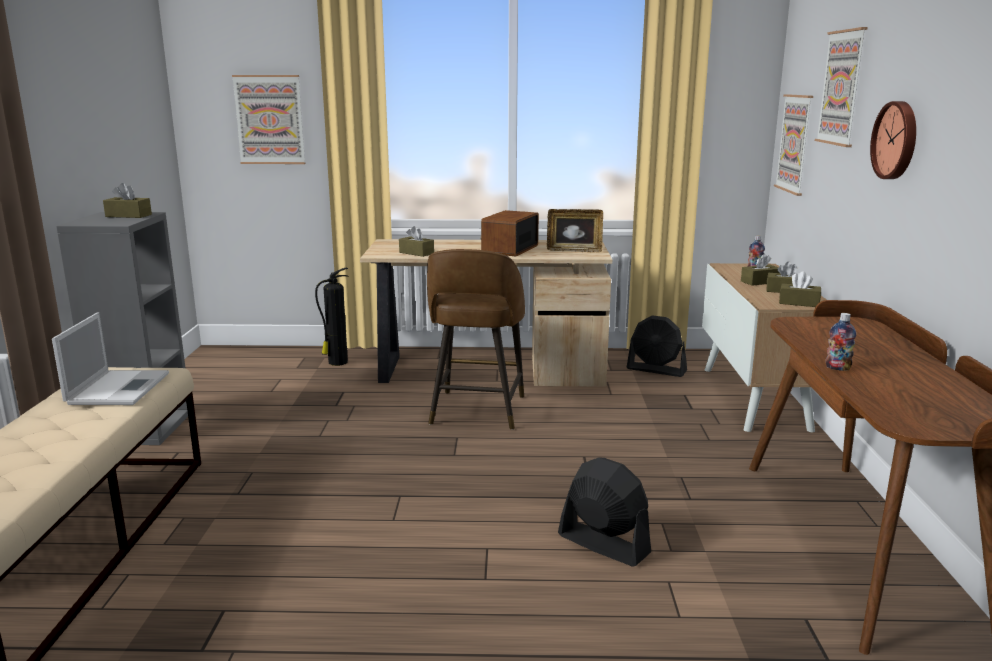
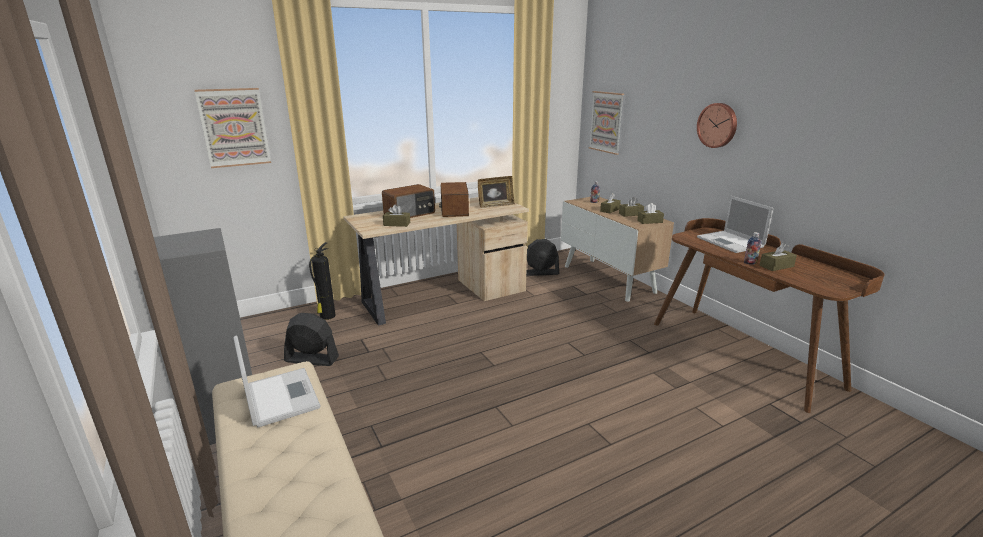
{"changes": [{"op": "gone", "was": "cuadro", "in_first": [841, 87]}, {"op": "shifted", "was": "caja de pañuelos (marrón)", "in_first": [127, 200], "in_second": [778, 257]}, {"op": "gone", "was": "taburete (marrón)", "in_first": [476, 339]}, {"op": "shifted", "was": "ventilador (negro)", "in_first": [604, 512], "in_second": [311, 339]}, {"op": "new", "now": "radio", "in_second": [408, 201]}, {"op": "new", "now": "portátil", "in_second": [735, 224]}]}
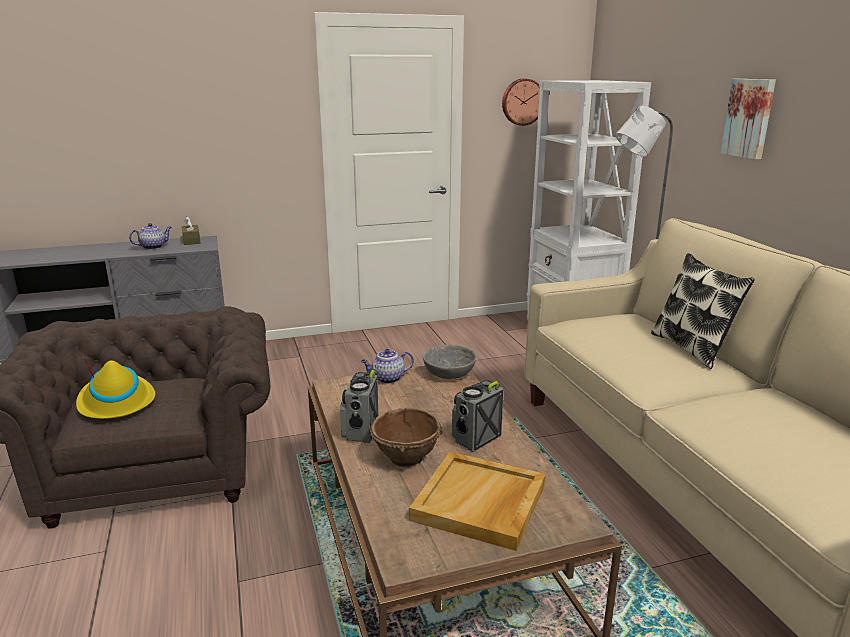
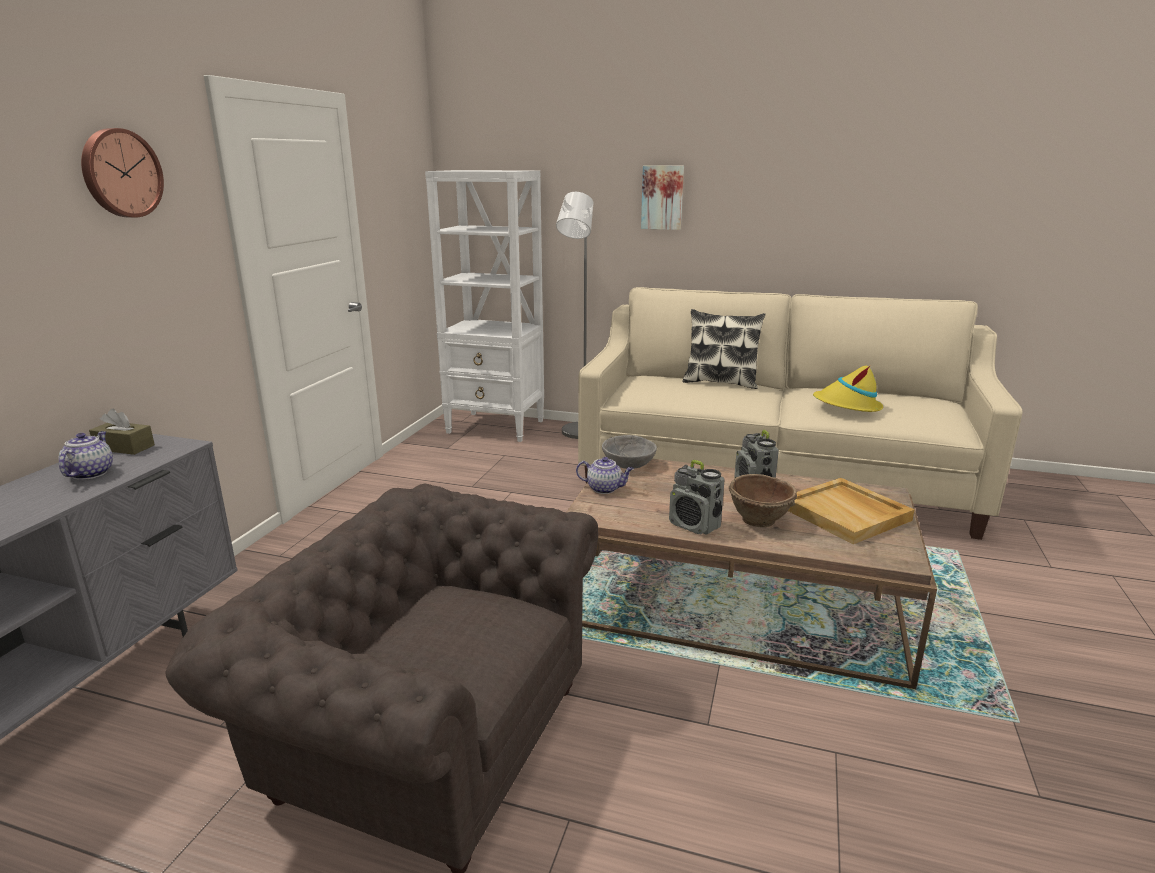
{"changes": [{"op": "shifted", "was": "reloj de pared", "in_first": [521, 102], "in_second": [122, 173]}, {"op": "rotated", "was": "tetera", "in_first": [387, 366], "in_second": [605, 475], "clockwise": -90}, {"op": "shifted", "was": "sombrero (amarillo)", "in_first": [115, 389], "in_second": [848, 388]}]}
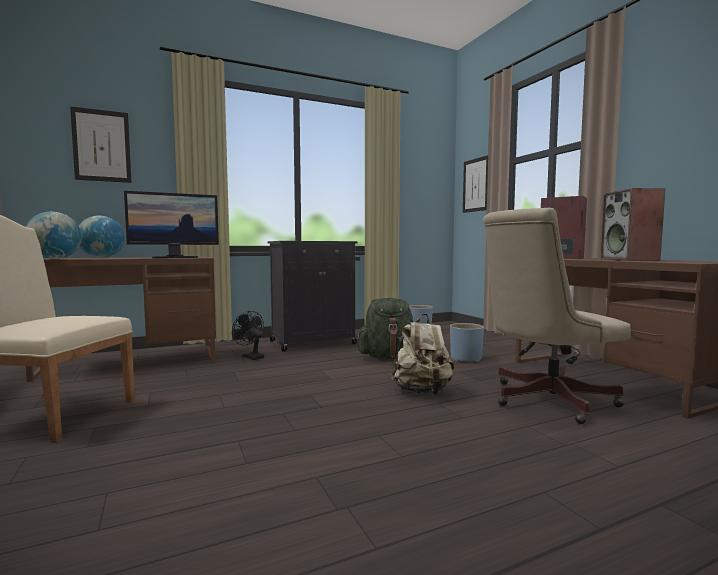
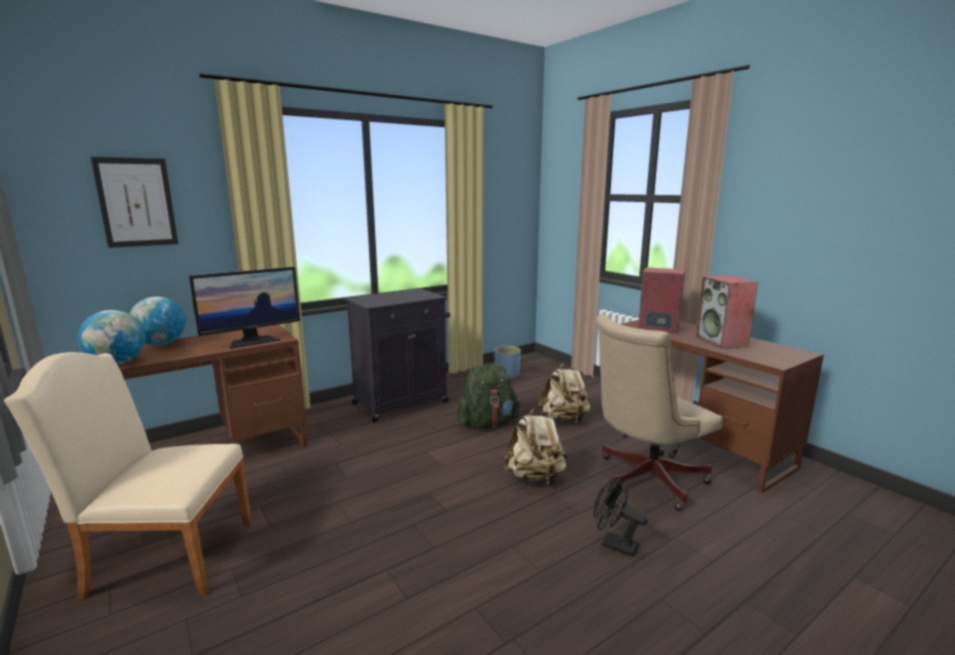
{"changes": [{"op": "gone", "was": "cuadro", "in_first": [475, 184]}, {"op": "shifted", "was": "ventilador (negro)", "in_first": [248, 335], "in_second": [620, 517]}, {"op": "swapped", "was": "maceta (azul)", "now": "mochila (beis)", "in_first": [467, 342], "in_second": [564, 393]}]}
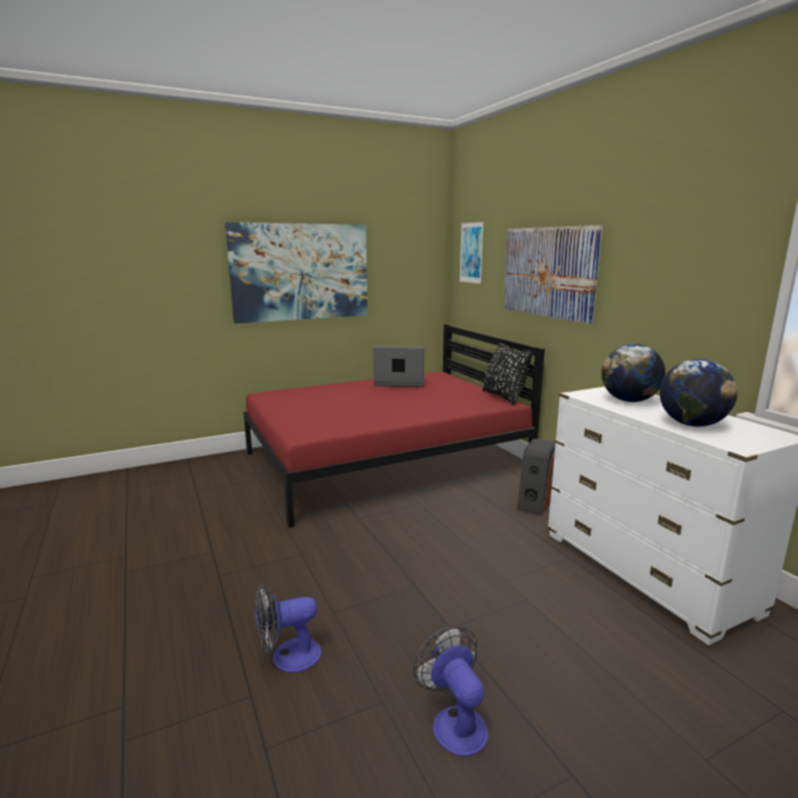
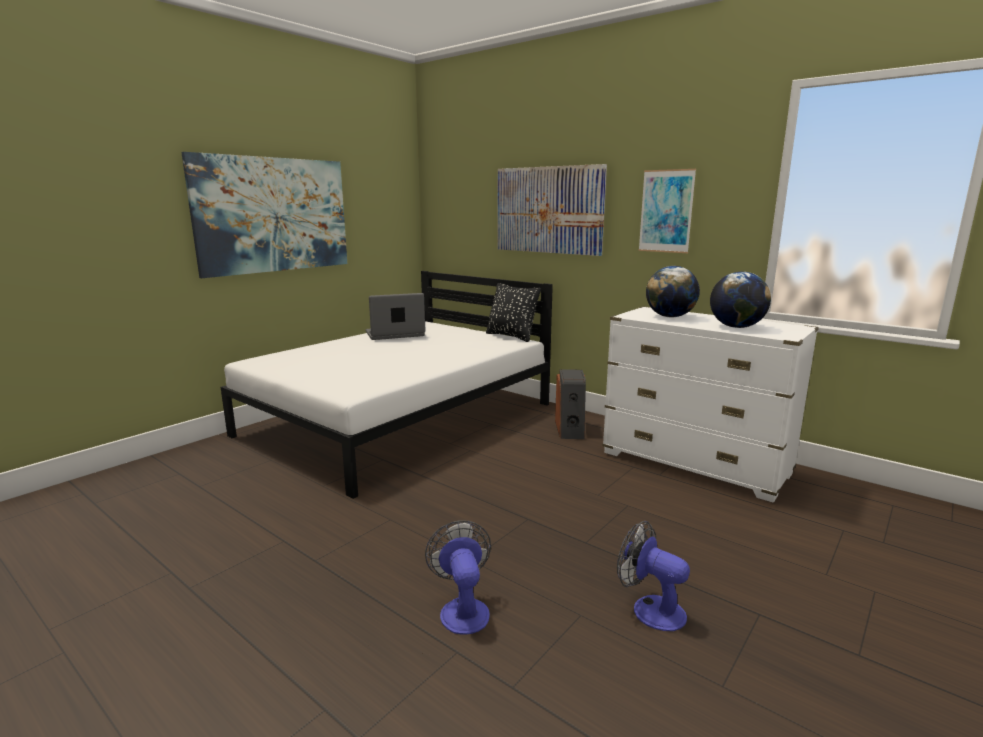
{"changes": [{"op": "shifted", "was": "cuadro", "in_first": [471, 252], "in_second": [667, 211]}, {"op": "repainted", "was": "cama (rojo)", "now": "cama (blanco)", "in_first": [394, 426], "in_second": [387, 385]}, {"op": "rotated", "was": "ventilador", "in_first": [288, 628], "in_second": [458, 577], "clockwise": 120}]}
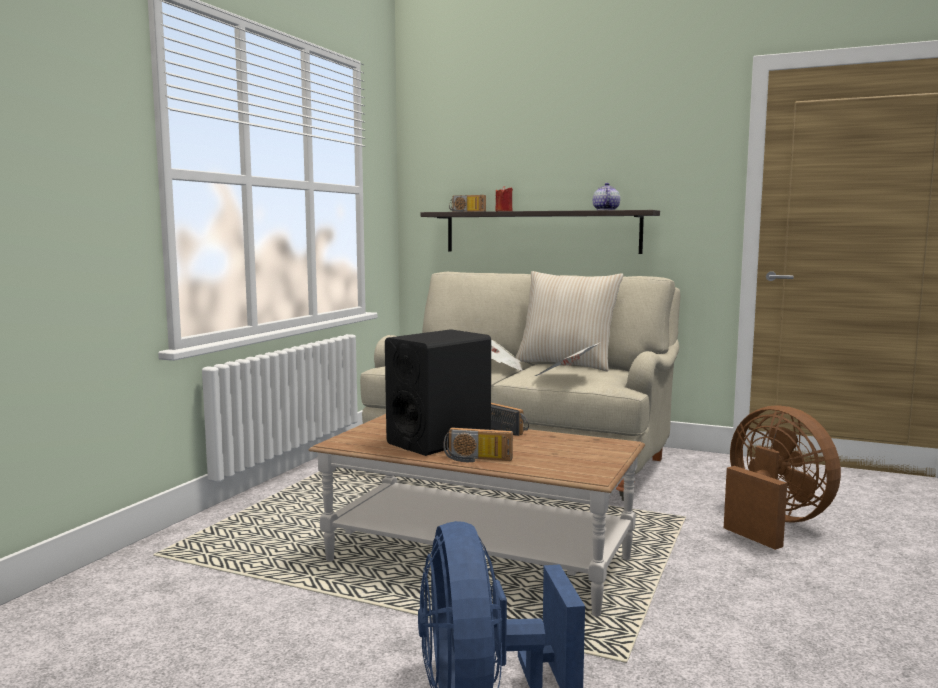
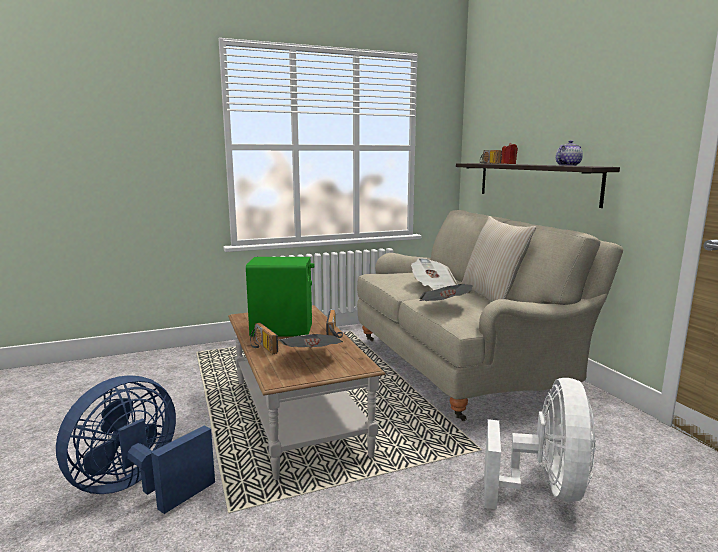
{"changes": [{"op": "repainted", "was": "altavoz (negro)", "now": "altavoz (verde)", "in_first": [438, 392], "in_second": [280, 296]}, {"op": "repainted", "was": "ventilador (marrón)", "now": "ventilador (blanco)", "in_first": [782, 477], "in_second": [540, 444]}, {"op": "new", "now": "periódico", "in_second": [311, 341]}]}
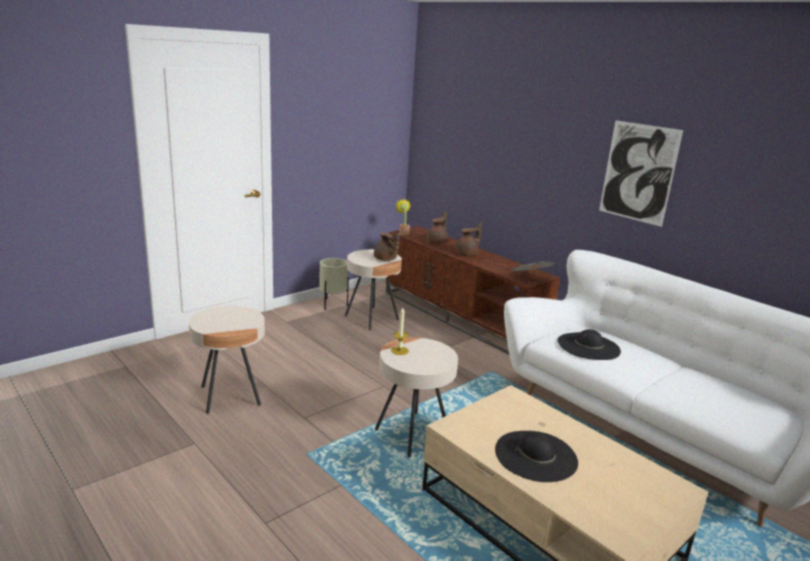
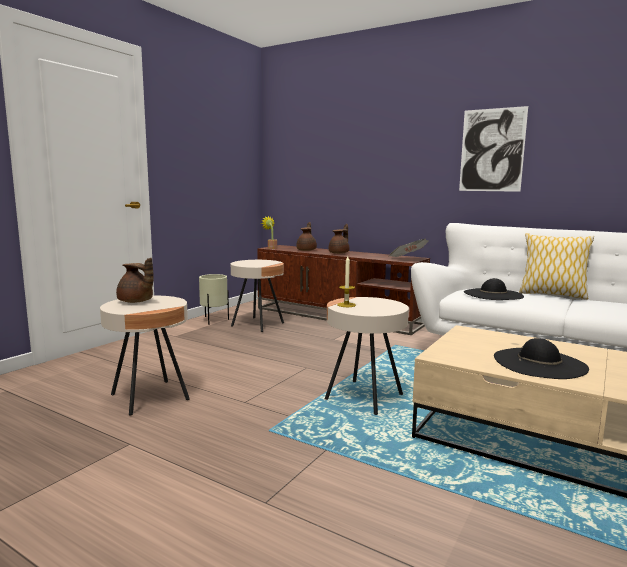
{"changes": [{"op": "shifted", "was": "tetera (marrón)", "in_first": [387, 247], "in_second": [134, 280]}, {"op": "new", "now": "cojín", "in_second": [556, 266]}]}
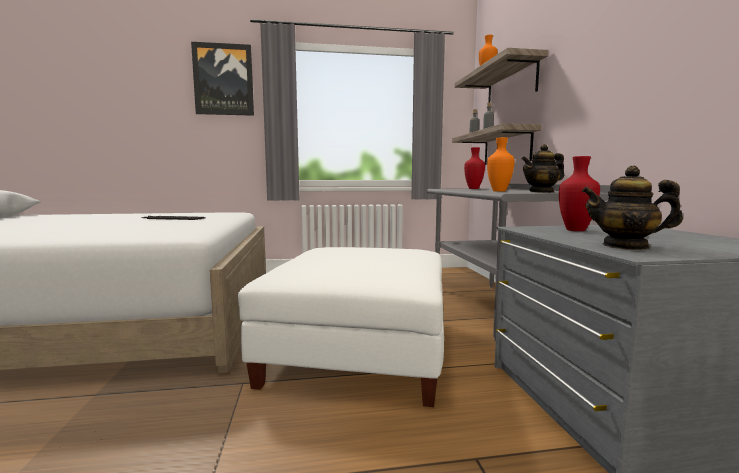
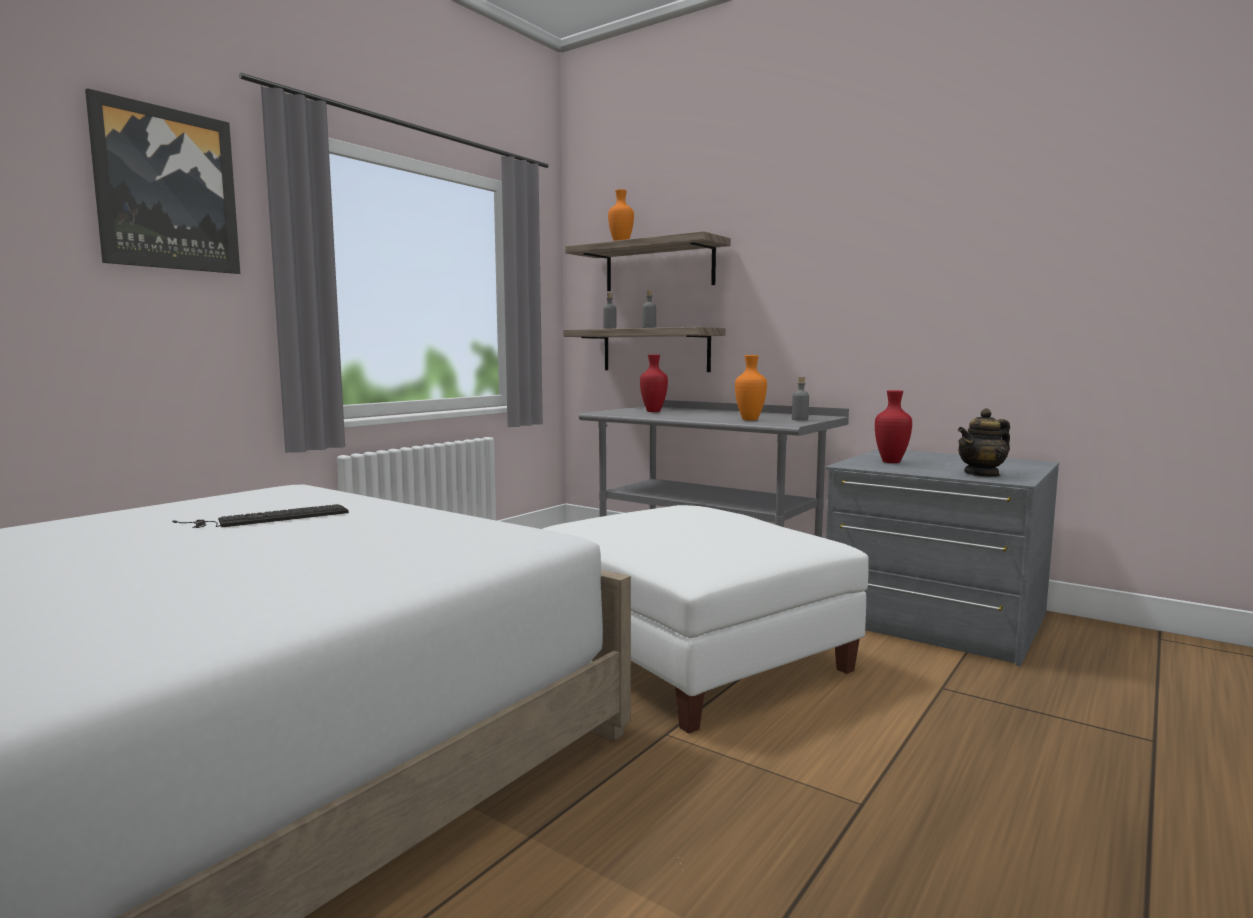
{"changes": [{"op": "swapped", "was": "tetera", "now": "botella (gris)", "in_first": [543, 168], "in_second": [800, 399]}]}
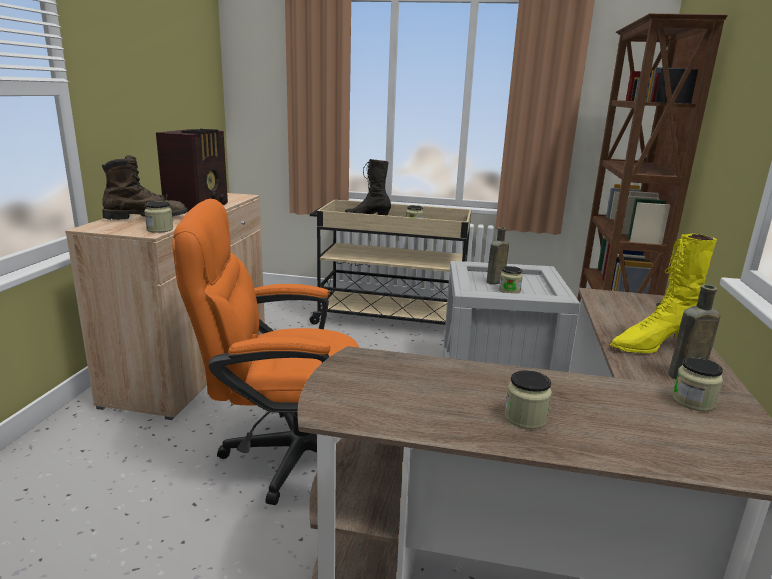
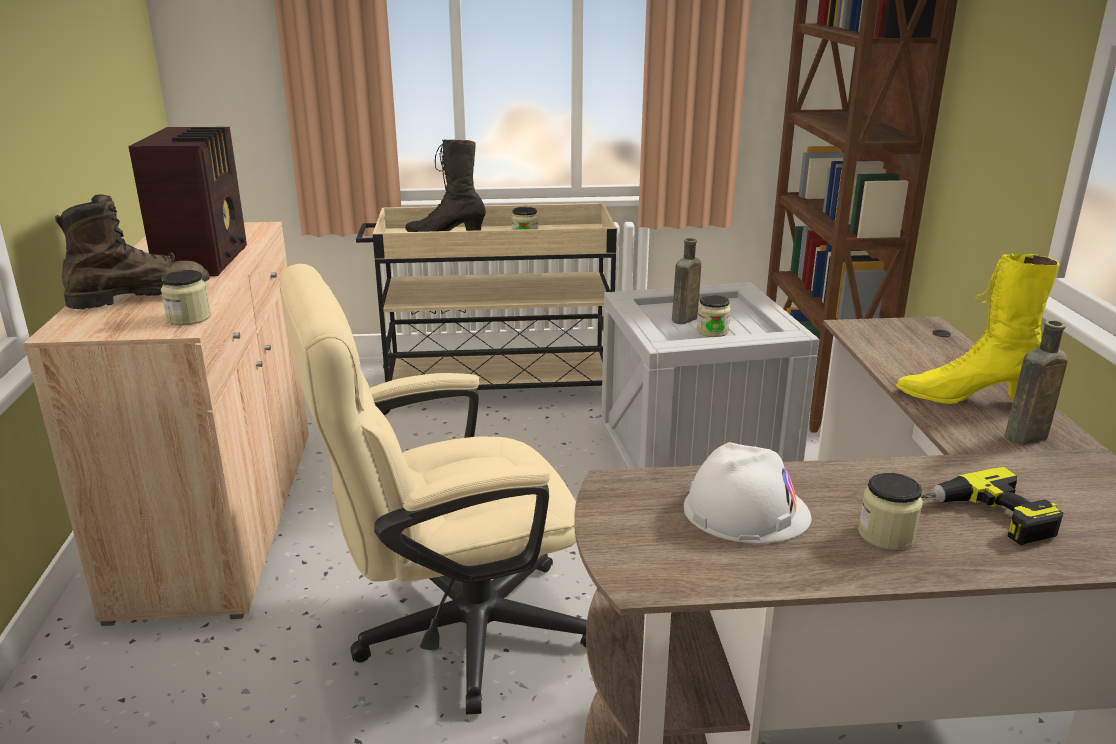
{"changes": [{"op": "repainted", "was": "silla de oficina (naranja)", "now": "silla de oficina (beis)", "in_first": [265, 352], "in_second": [433, 489]}, {"op": "rotated", "was": "bota (amarillo)", "in_first": [663, 293], "in_second": [978, 329], "clockwise": 45}, {"op": "gone", "was": "tarro", "in_first": [698, 384]}, {"op": "new", "now": "casco (blanco)", "in_second": [748, 493]}, {"op": "new", "now": "taladro", "in_second": [992, 506]}]}
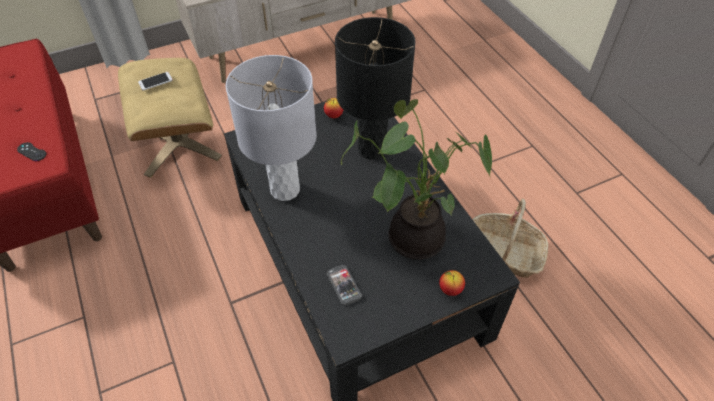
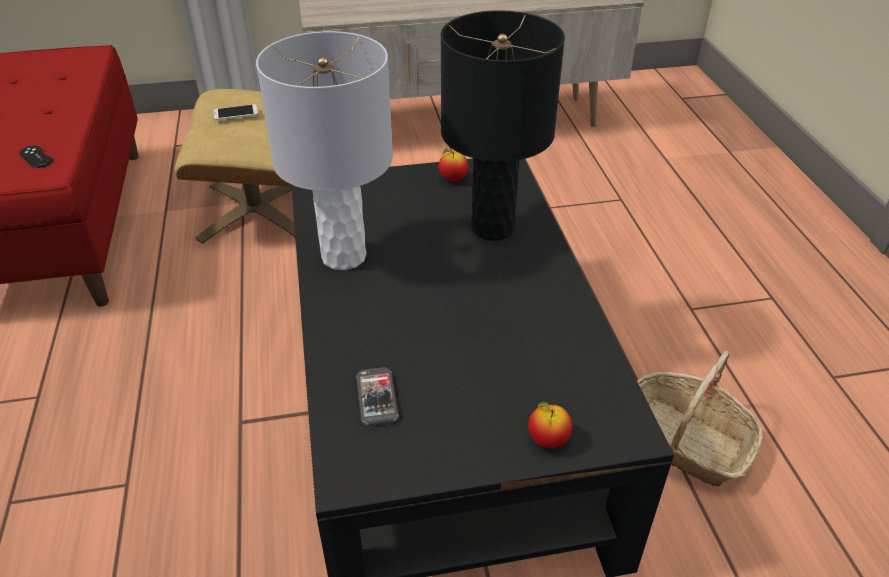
{"changes": [{"op": "gone", "was": "planta en maceta", "in_first": [416, 179]}]}
